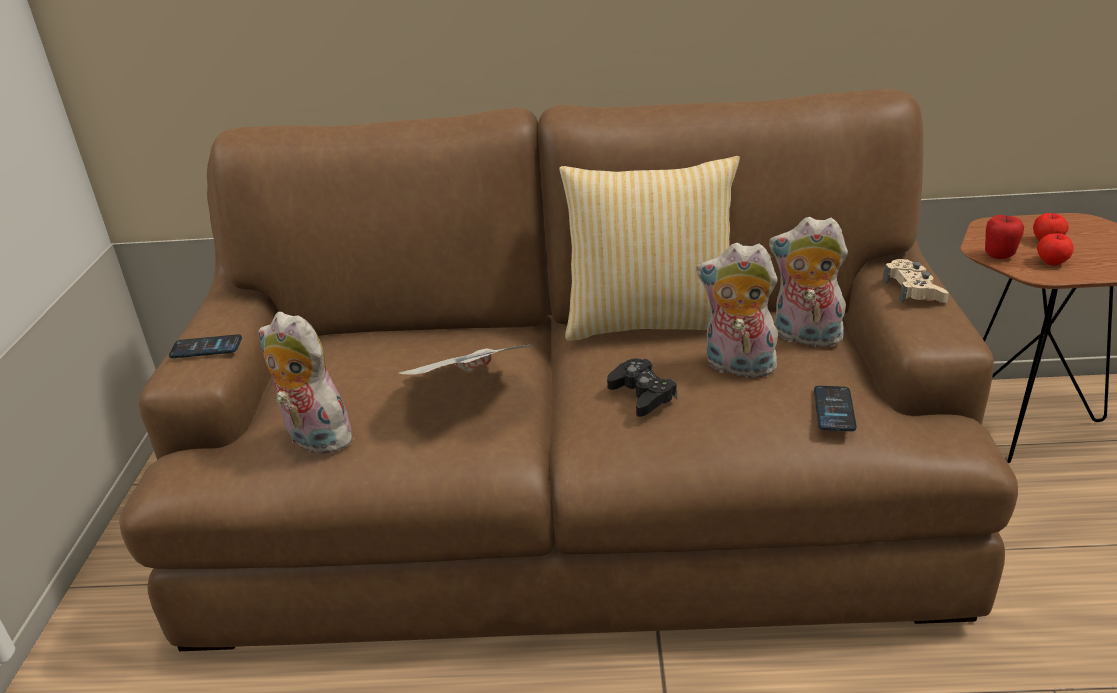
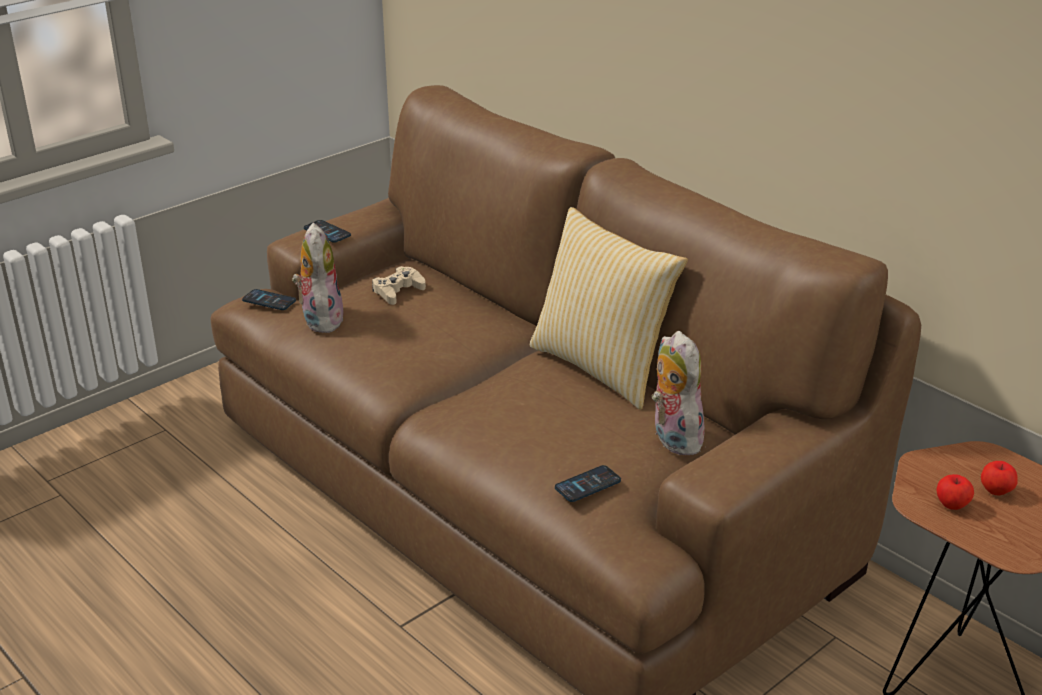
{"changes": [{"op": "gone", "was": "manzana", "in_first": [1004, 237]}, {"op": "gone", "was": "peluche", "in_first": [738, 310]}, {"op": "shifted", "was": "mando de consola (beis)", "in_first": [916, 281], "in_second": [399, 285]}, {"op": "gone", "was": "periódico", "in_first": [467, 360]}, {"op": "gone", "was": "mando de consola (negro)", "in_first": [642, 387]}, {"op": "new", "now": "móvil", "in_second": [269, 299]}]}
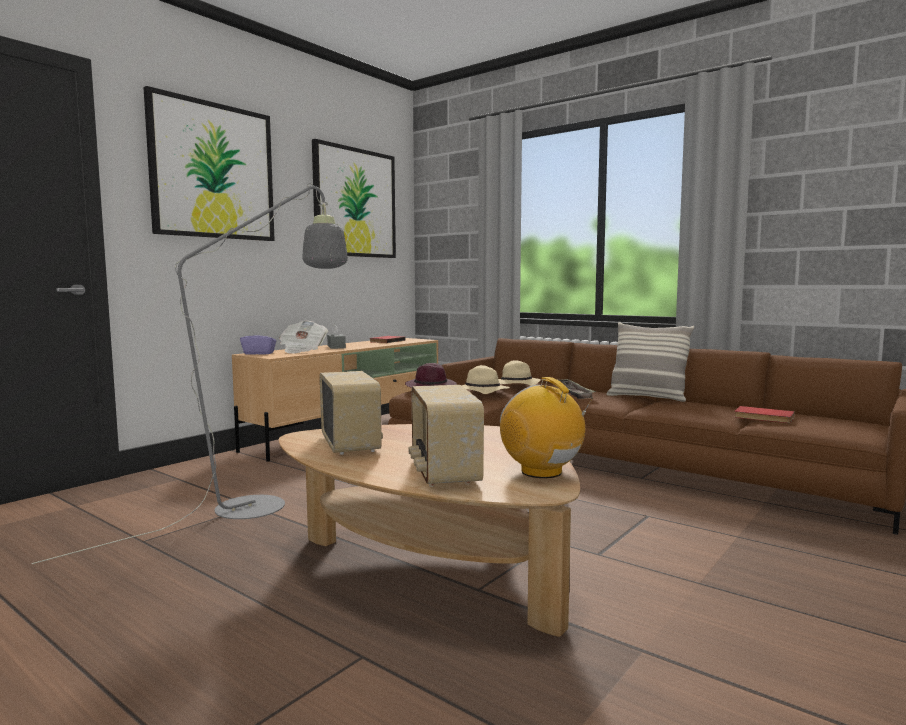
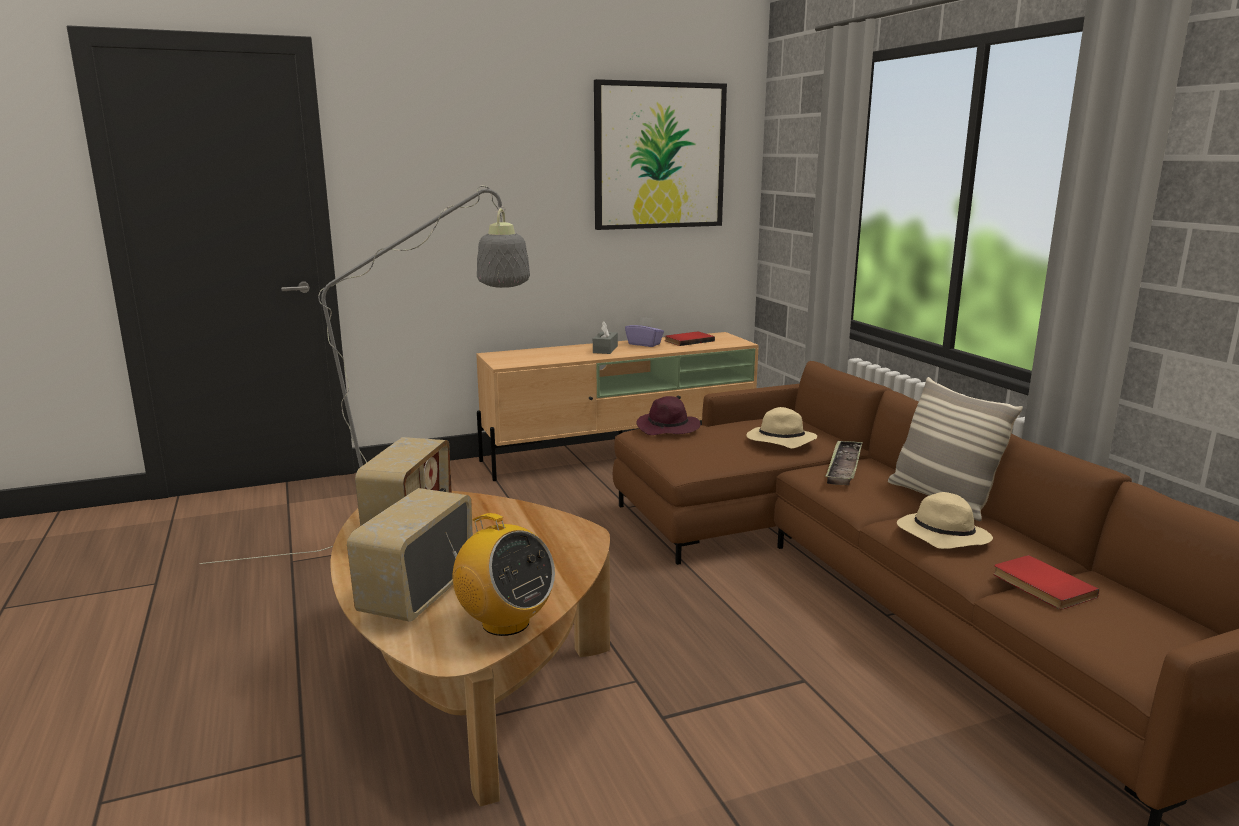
{"changes": [{"op": "gone", "was": "cuadro", "in_first": [209, 163]}, {"op": "gone", "was": "periódico", "in_first": [303, 337]}, {"op": "shifted", "was": "caja de pañuelos (morado)", "in_first": [258, 342], "in_second": [644, 332]}, {"op": "shifted", "was": "sombrero (beis)", "in_first": [486, 379], "in_second": [945, 520]}, {"op": "rotated", "was": "radio", "in_first": [546, 427], "in_second": [500, 574], "clockwise": 135}]}
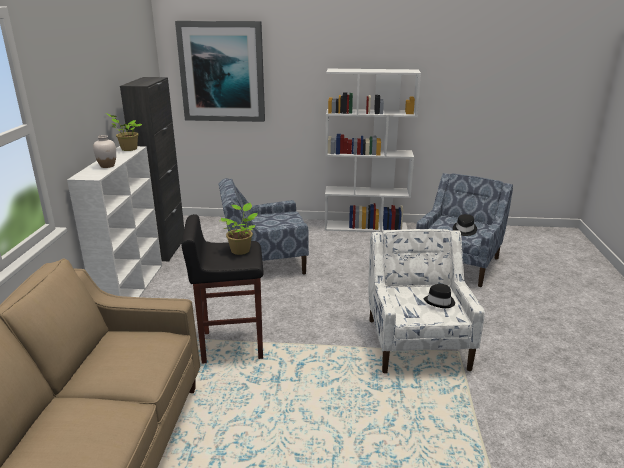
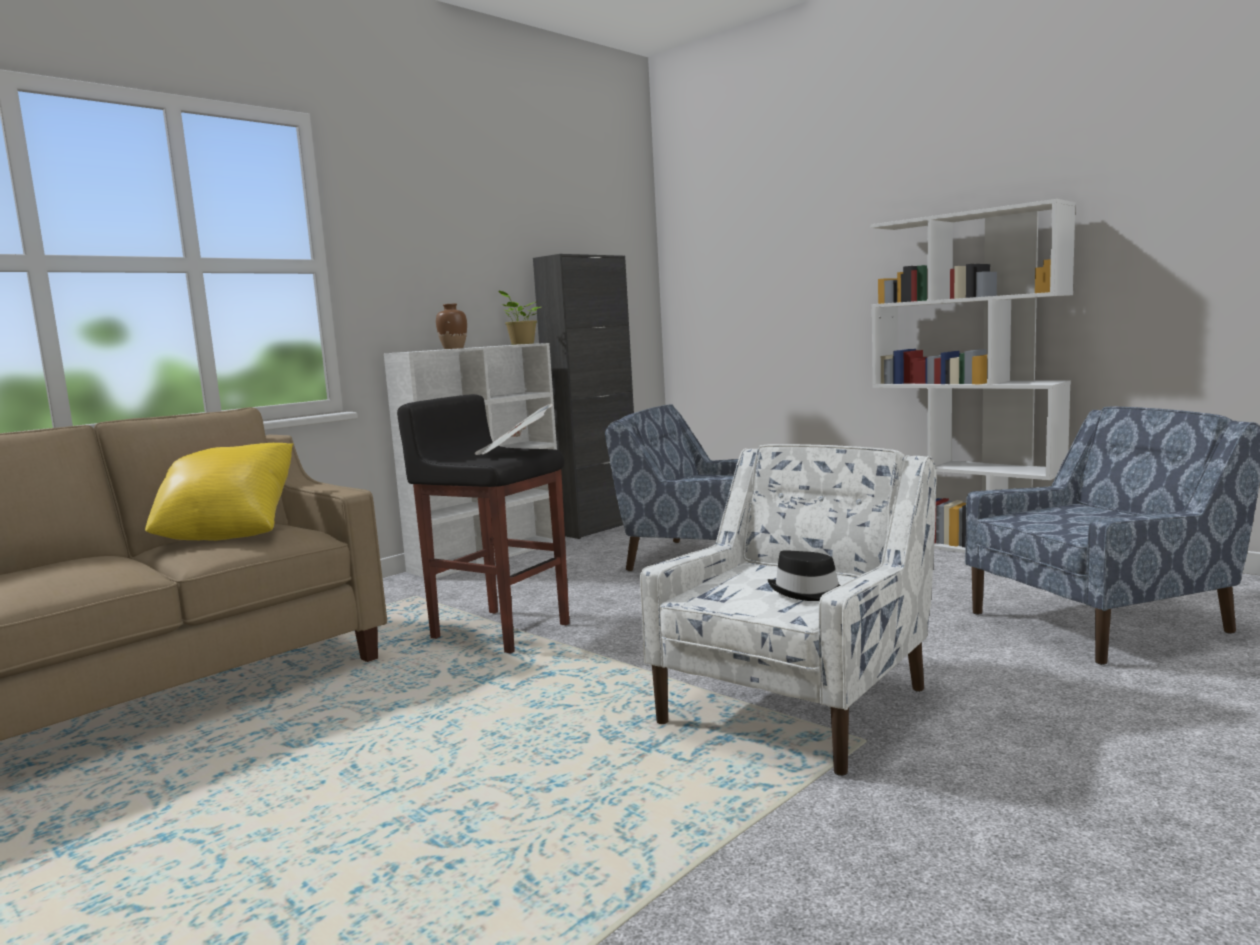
{"changes": [{"op": "gone", "was": "cuadro", "in_first": [220, 71]}, {"op": "repainted", "was": "florero (blanco)", "now": "florero (marrón)", "in_first": [104, 151], "in_second": [451, 326]}, {"op": "swapped", "was": "planta en maceta", "now": "periódico", "in_first": [239, 229], "in_second": [513, 429]}, {"op": "gone", "was": "sombrero (negro)", "in_first": [465, 225]}, {"op": "new", "now": "cojín (amarillo)", "in_second": [219, 492]}]}
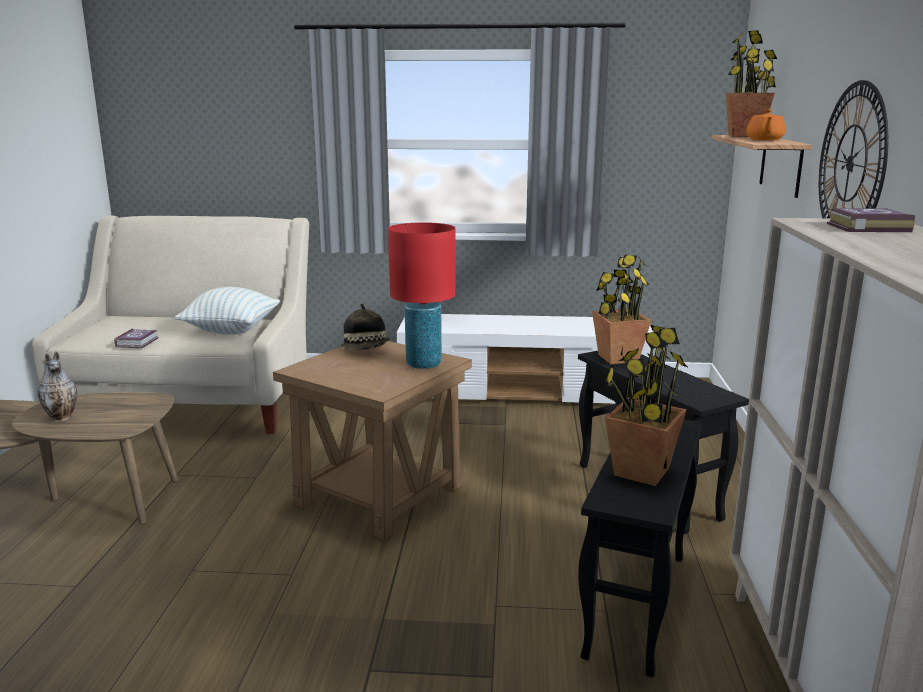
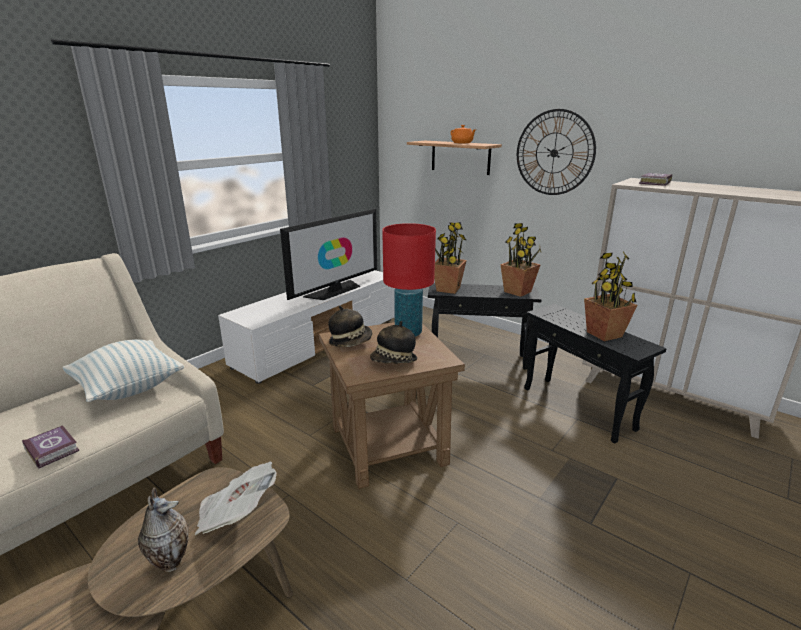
{"changes": [{"op": "shifted", "was": "planta en maceta", "in_first": [751, 83], "in_second": [520, 260]}, {"op": "new", "now": "televisor", "in_second": [328, 254]}, {"op": "new", "now": "sombrero", "in_second": [393, 342]}, {"op": "new", "now": "periódico", "in_second": [236, 498]}]}
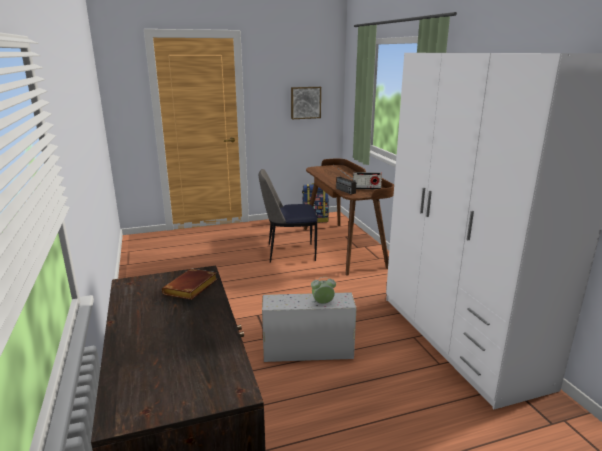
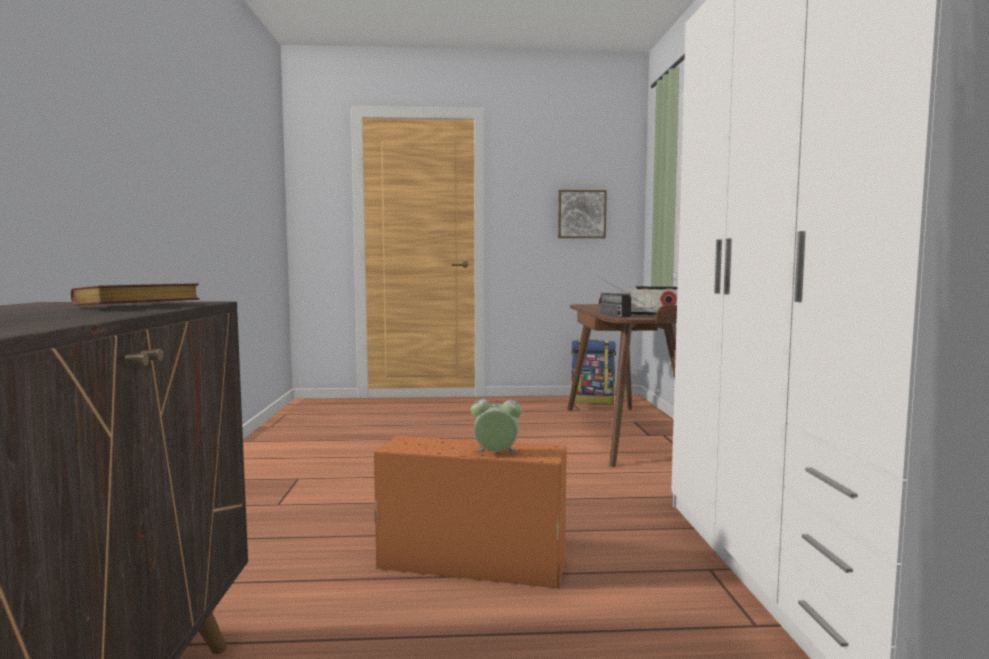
{"changes": [{"op": "gone", "was": "silla", "in_first": [288, 216]}, {"op": "repainted", "was": "caja de almacenaje (blanco)", "now": "caja de almacenaje (naranja)", "in_first": [309, 327], "in_second": [470, 512]}]}
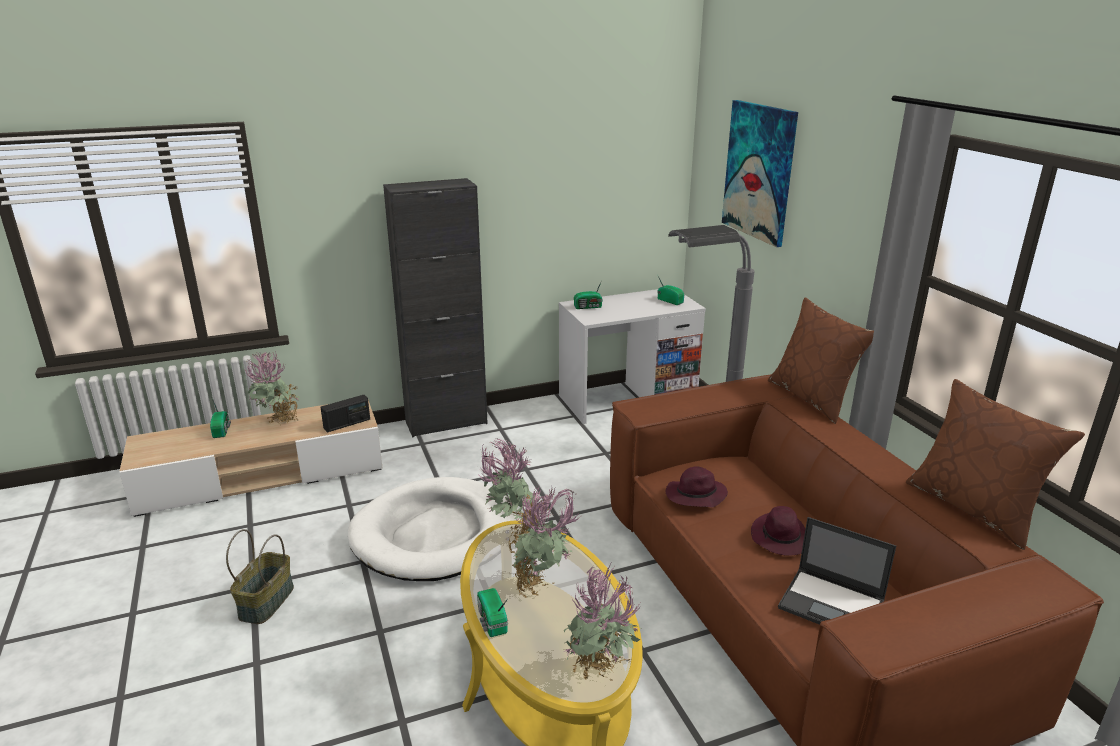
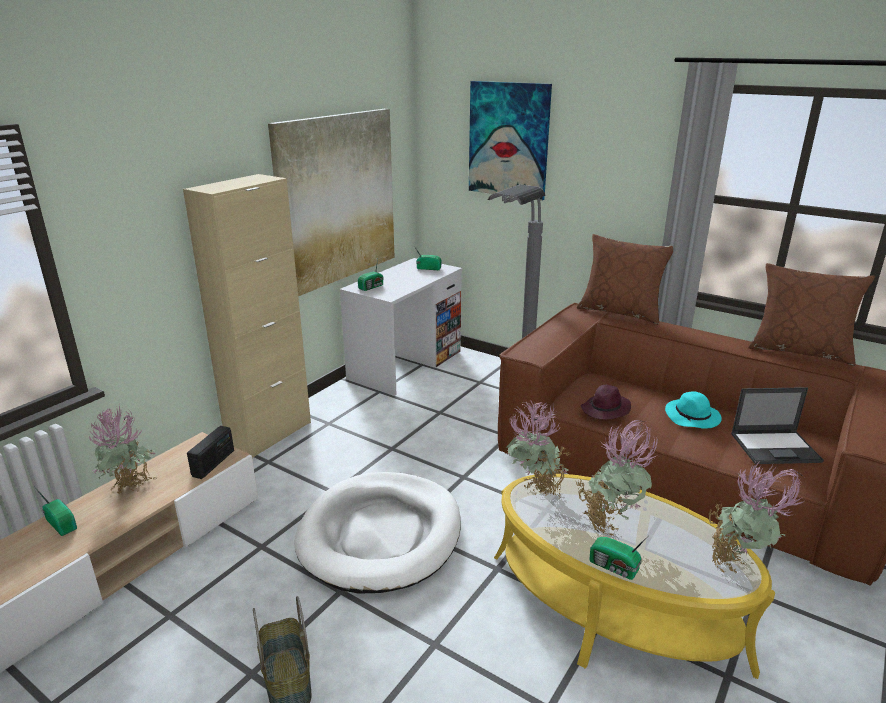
{"changes": [{"op": "repainted", "was": "armario (negro)", "now": "armario (beis)", "in_first": [435, 307], "in_second": [247, 316]}, {"op": "repainted", "was": "sombrero (morado)", "now": "sombrero (turquesa)", "in_first": [778, 531], "in_second": [693, 410]}, {"op": "new", "now": "cuadro", "in_second": [331, 202]}]}
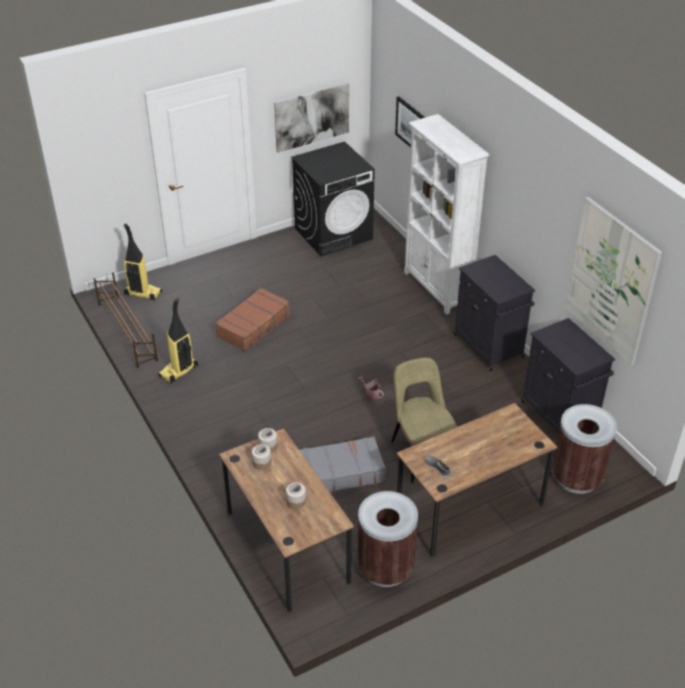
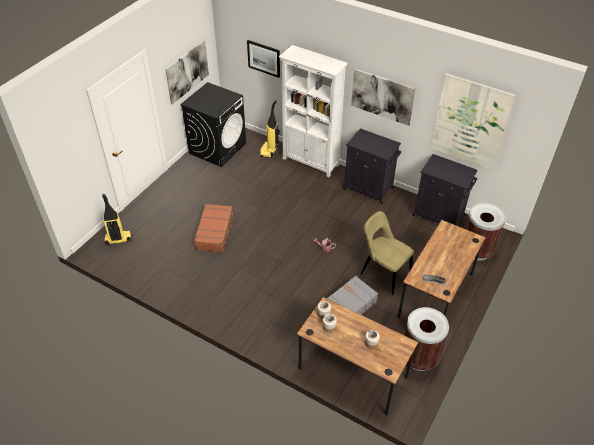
{"changes": [{"op": "gone", "was": "zapatero (marrón)", "in_first": [126, 320]}, {"op": "shifted", "was": "aspiradora", "in_first": [178, 341], "in_second": [270, 129]}, {"op": "new", "now": "cuadro", "in_second": [383, 97]}]}
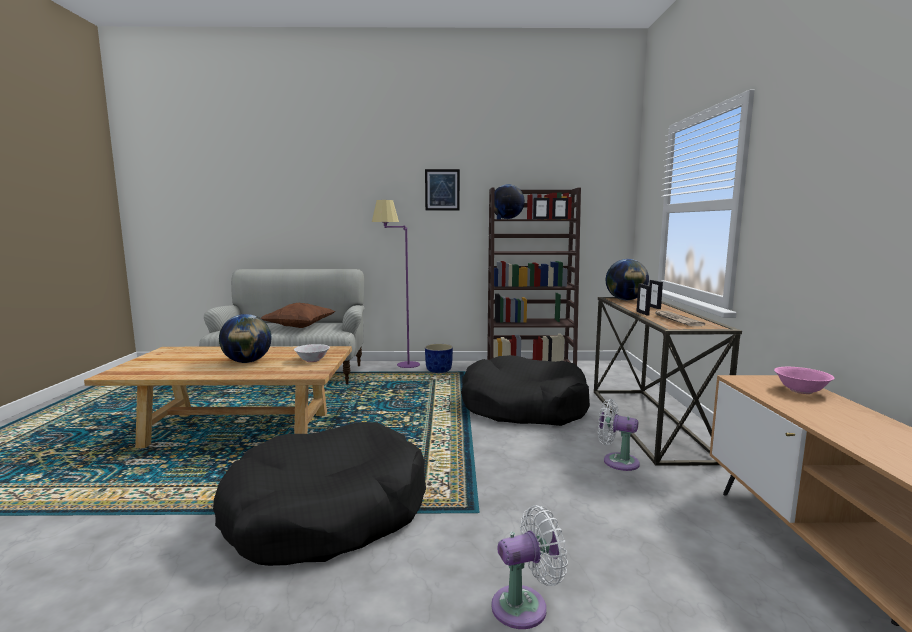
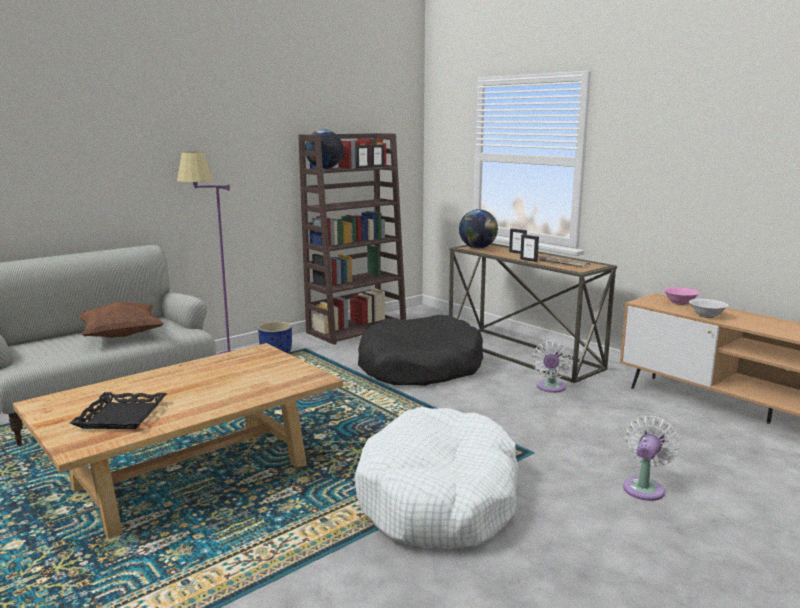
{"changes": [{"op": "gone", "was": "cuadro", "in_first": [442, 189]}, {"op": "gone", "was": "globo terráqueo", "in_first": [245, 338]}, {"op": "shifted", "was": "cuenco (blanco)", "in_first": [312, 353], "in_second": [709, 308]}, {"op": "rotated", "was": "ventilador (blanco)", "in_first": [619, 435], "in_second": [552, 367], "clockwise": -60}, {"op": "repainted", "was": "cama para perro (negro)", "now": "cama para perro (blanco)", "in_first": [319, 494], "in_second": [436, 478]}, {"op": "new", "now": "bandeja (negro)", "in_second": [118, 410]}]}
